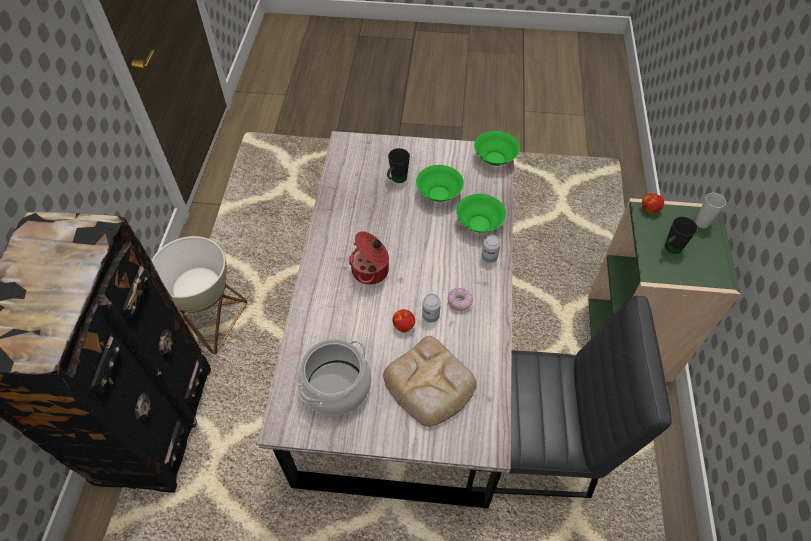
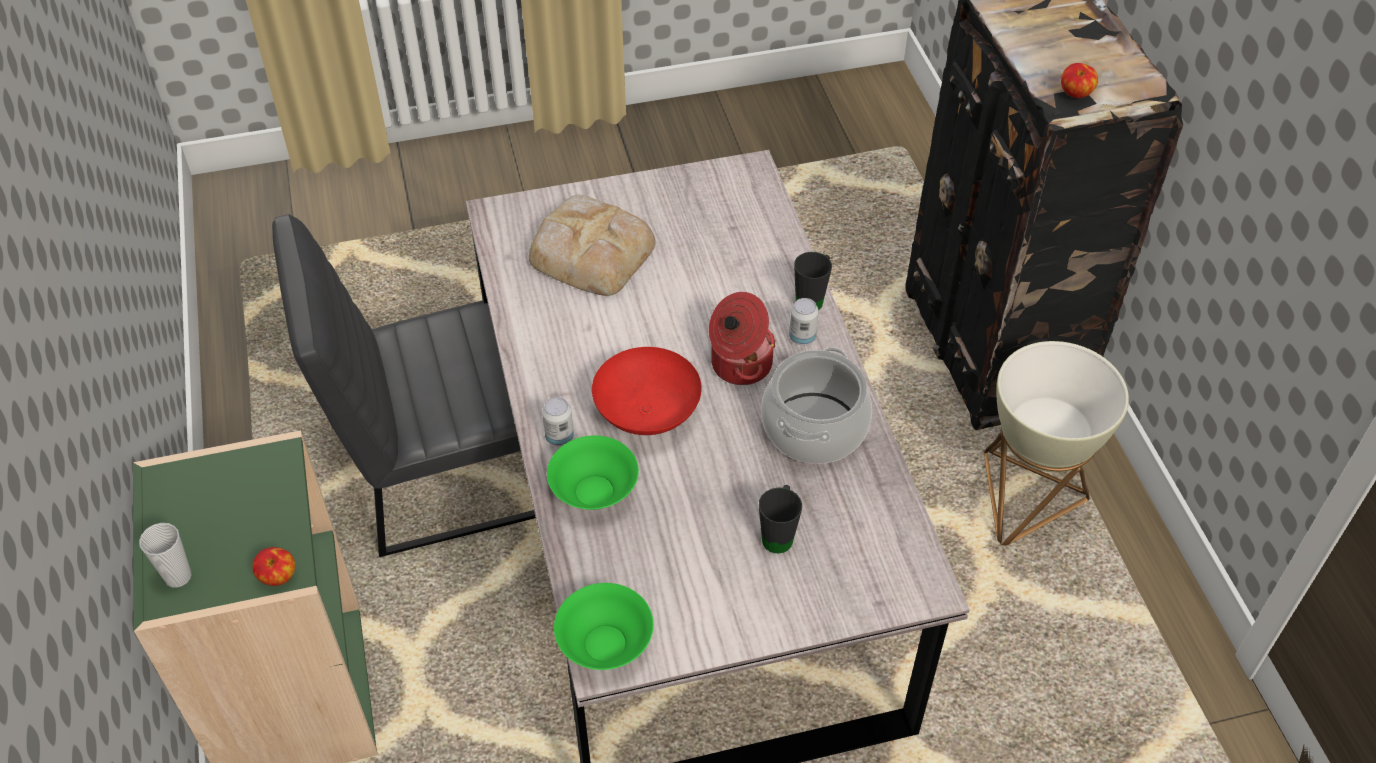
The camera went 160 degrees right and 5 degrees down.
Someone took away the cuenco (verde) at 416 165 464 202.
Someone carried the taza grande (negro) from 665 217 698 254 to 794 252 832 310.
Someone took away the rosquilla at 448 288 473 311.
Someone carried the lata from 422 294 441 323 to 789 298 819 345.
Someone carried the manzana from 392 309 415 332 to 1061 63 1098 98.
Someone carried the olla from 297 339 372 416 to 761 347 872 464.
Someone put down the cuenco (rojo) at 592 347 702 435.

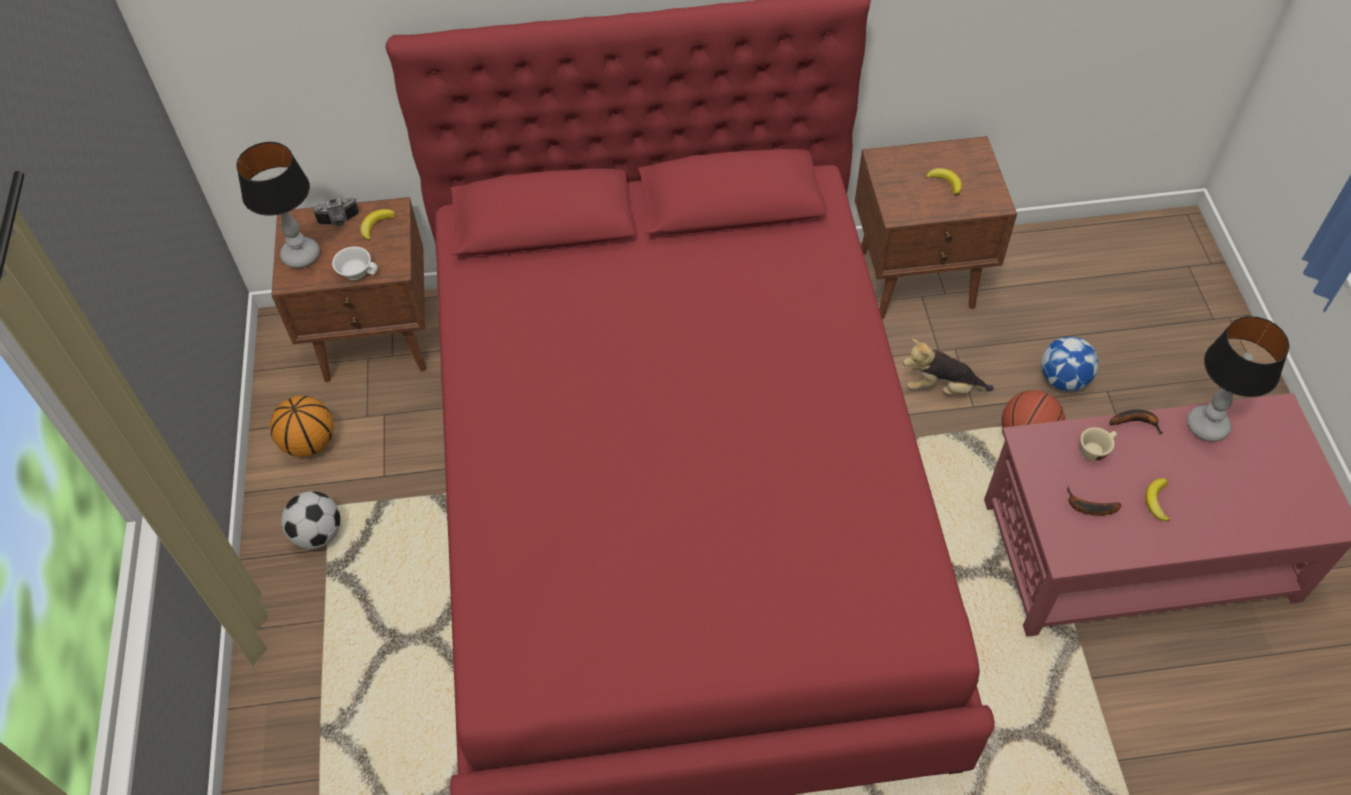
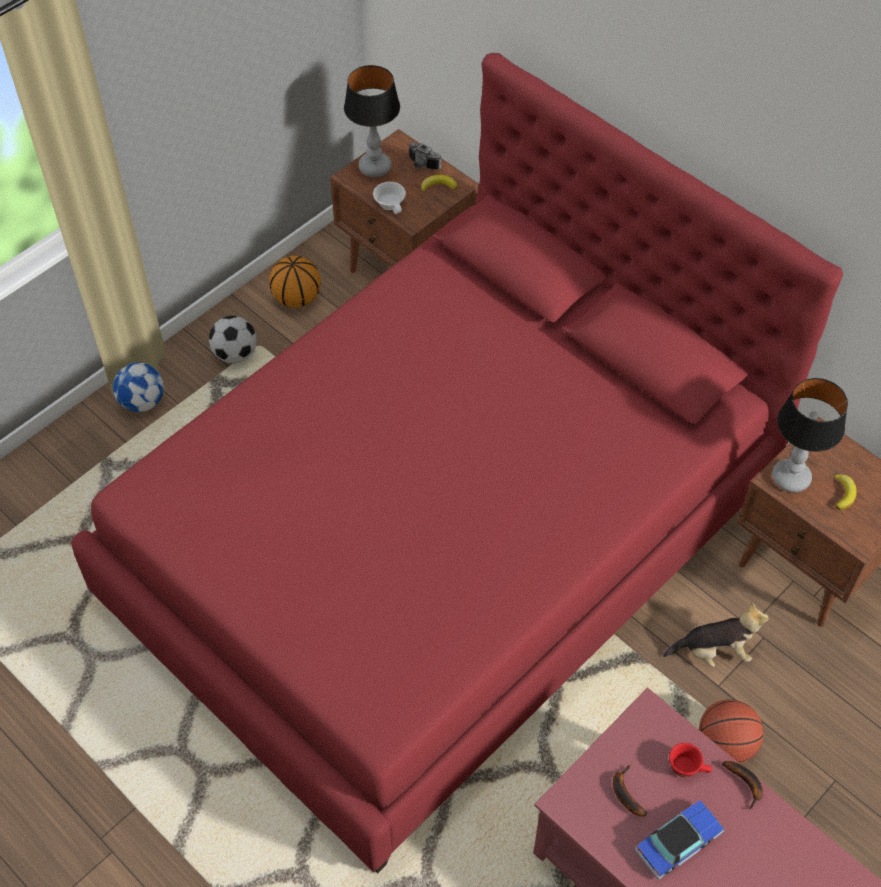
The camera went 50 degrees right and 0 degrees up.
Someone carried the lámpara de mesa from 1187 316 1290 442 to 772 378 848 493.
Someone carried the balón de fútbol from 1041 337 1099 391 to 113 362 164 412.
Someone rotated the peluche at 903 339 994 394 by 120 degrees clockwise.
Someone repainted the taza (beis) at 1080 427 1117 461, which became the taza (rojo) at 669 743 712 777.
Someone swapped the plátano at 1145 478 1170 522 for the coche de juguete at 634 800 724 880.

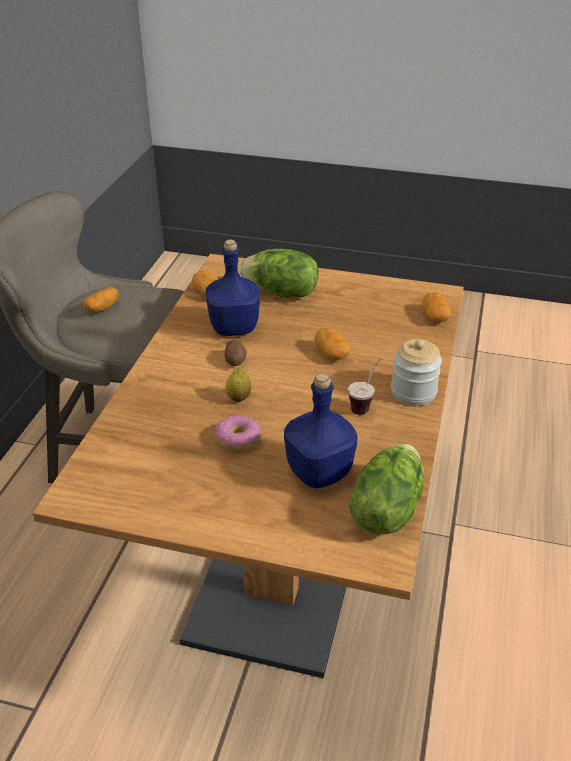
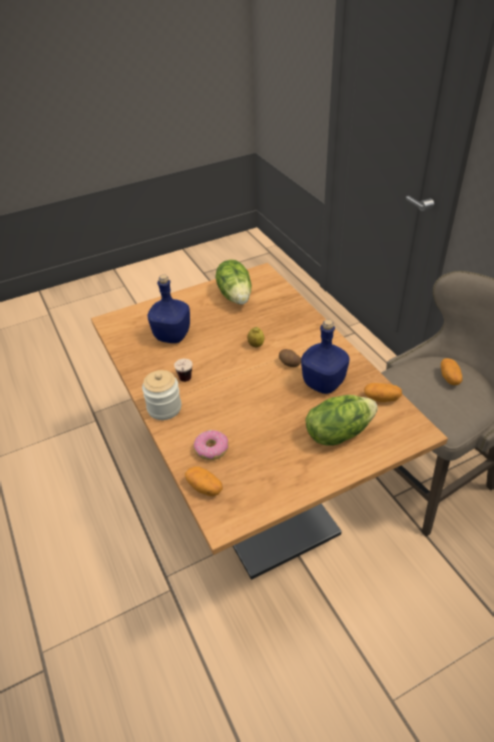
The camera went 140 degrees right and 5 degrees up.
Someone took away the patata at 314 328 350 360.
Someone carried the rosquilla from 215 415 261 451 to 194 430 228 460.
Someone carried the lechuga from 349 444 424 535 to 216 260 251 305.

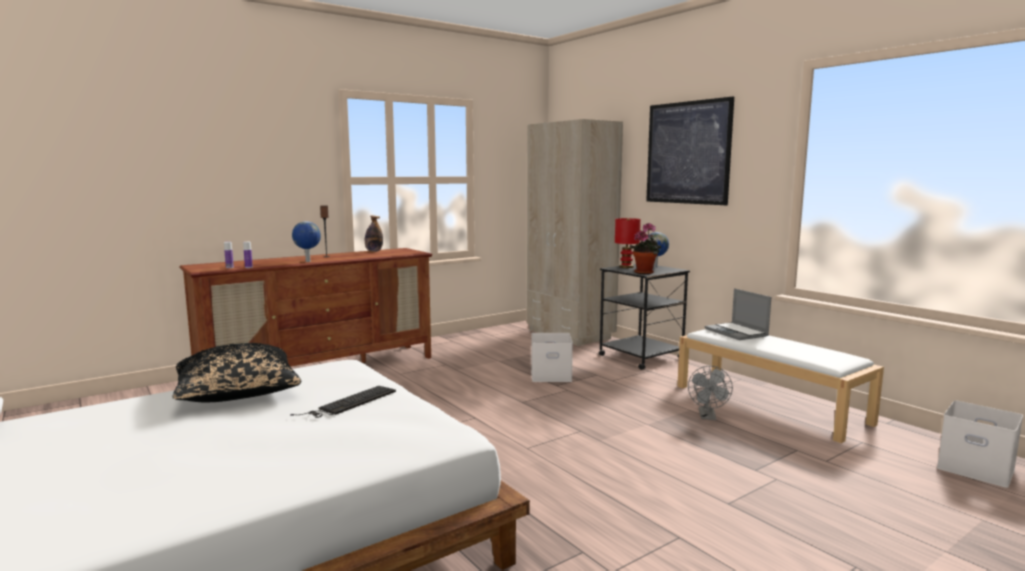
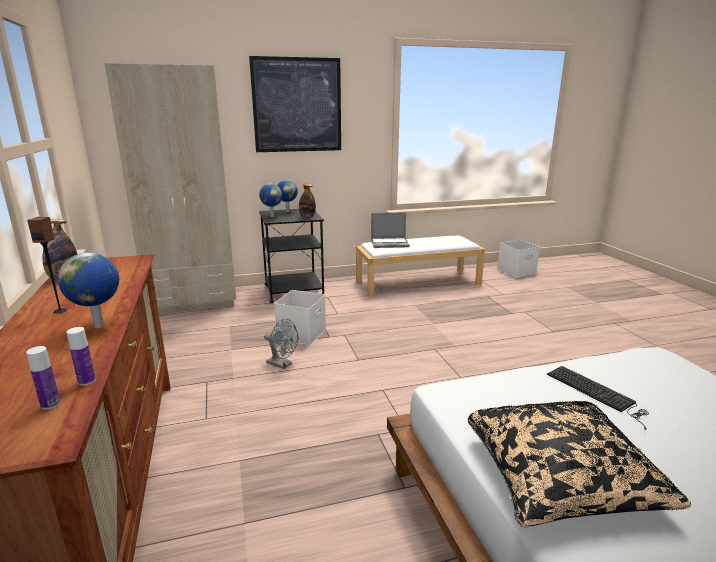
The camera went 70 degrees left and 10 degrees up.
Someone swapped the lámpara de mesa (rojo) at 615 218 641 268 for the globo terráqueo at 259 183 283 217.
Someone swapped the planta en maceta at 630 223 661 274 for the botella at 299 183 316 218.
Someone carried the ventilador (gris) from 688 366 733 420 to 264 319 299 369.

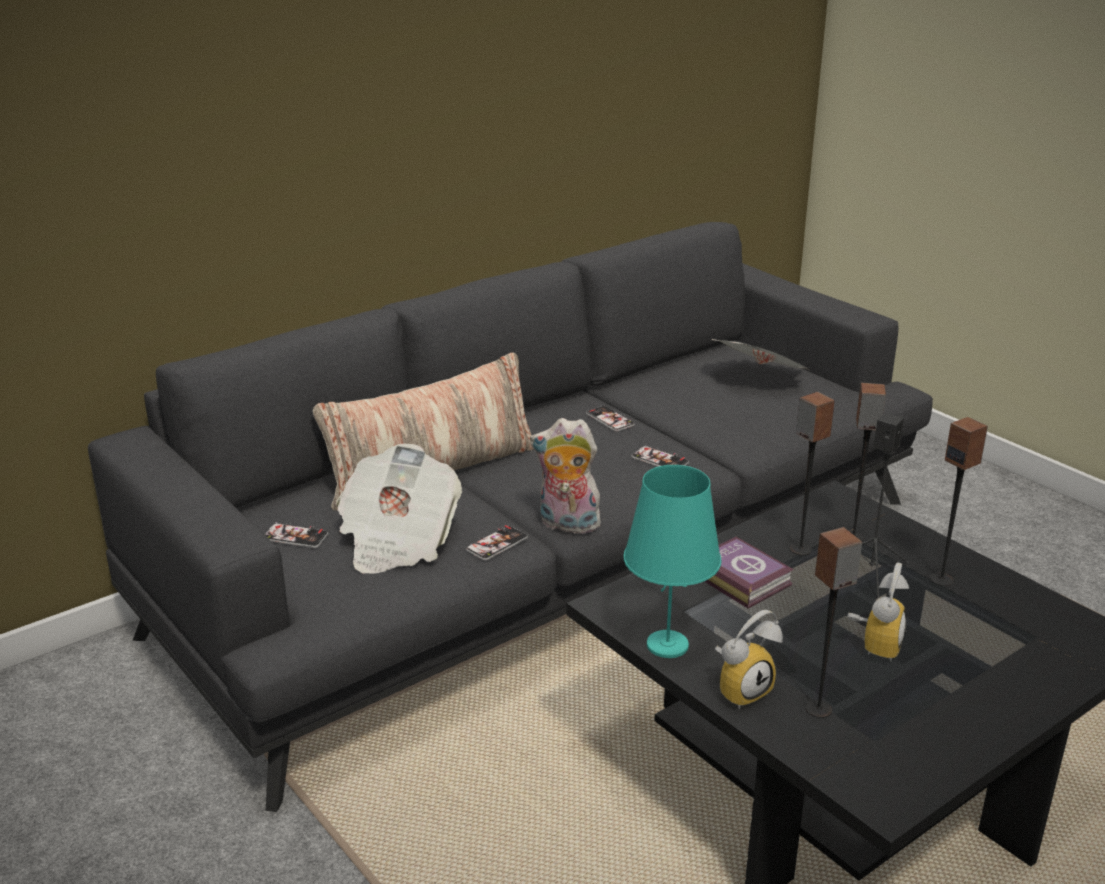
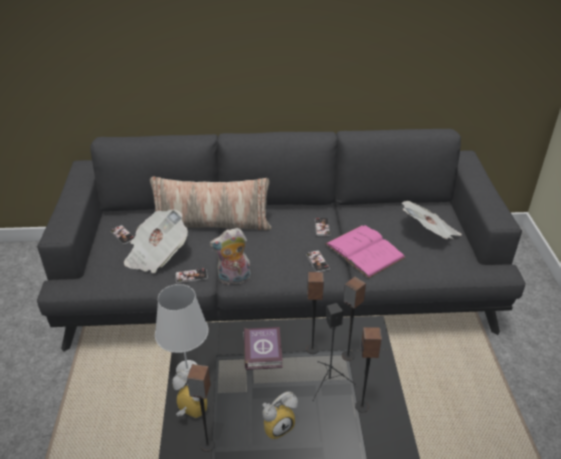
The camera went 35 degrees right and 10 degrees up.
Someone rotated the peluche at 530 418 603 534 by 60 degrees counterclockwise.
Someone repainted the lámpara de mesa (turquesa) at 623 465 722 658, which became the lámpara de mesa (blanco) at 155 284 209 376.
Someone rotated the despertador at 715 610 783 709 by 150 degrees counterclockwise.
Someone put down the libro (rosa) at 325 225 406 278.

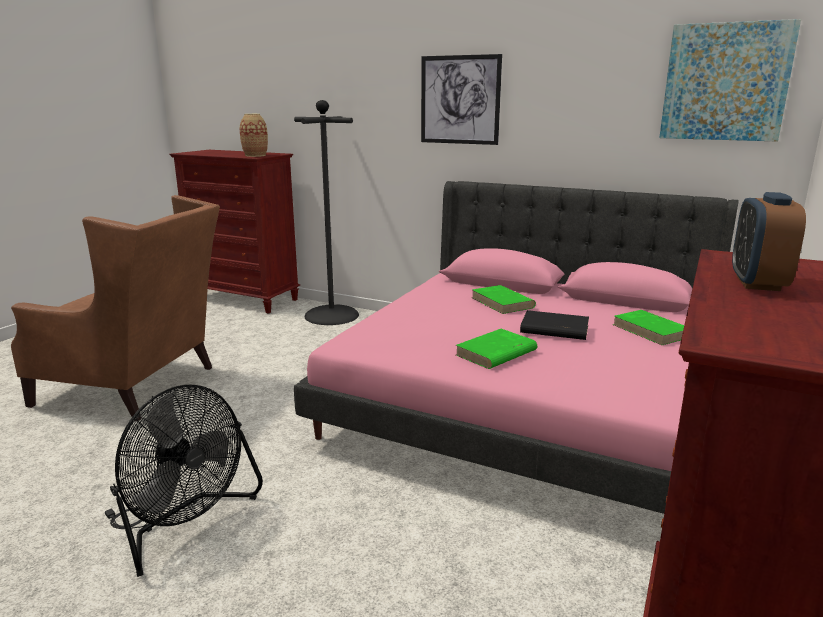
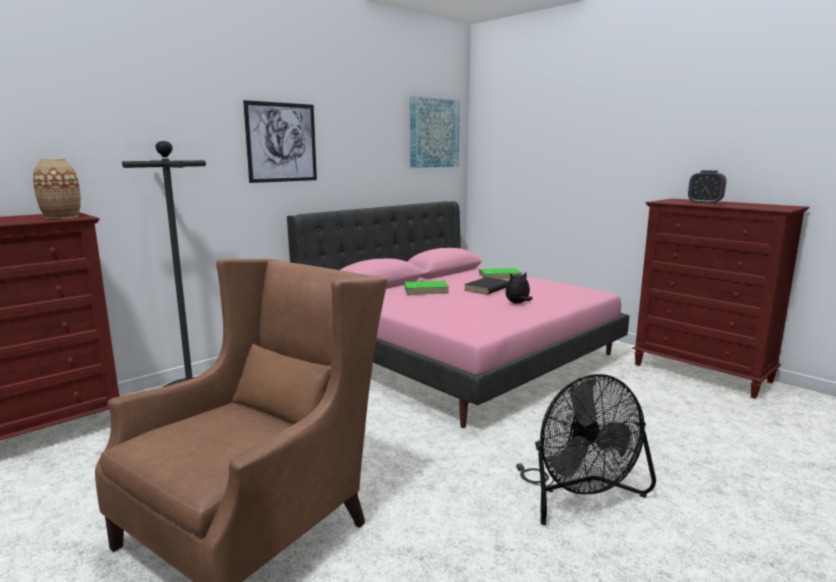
The camera went 70 degrees left and 5 degrees down.
Someone swapped the libro (verde) at 456 329 537 369 for the peluche at 505 272 532 304.
Someone rotated the ventilador (negro) at 105 385 263 577 by 105 degrees clockwise.

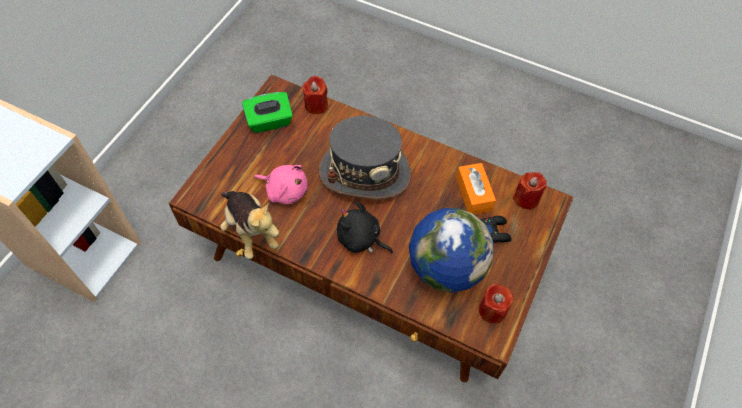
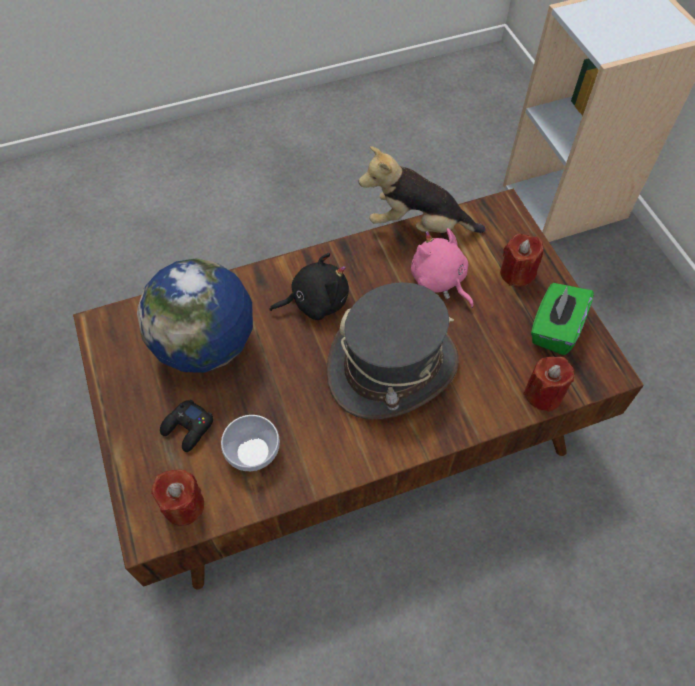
The camera went 135 degrees right and 0 degrees up.
Someone swapped the caja de pañuelos (naranja) at 456 163 496 214 for the cuenco at 221 415 280 471.
Someone rotated the peluche (rosa) at 254 165 308 204 by 75 degrees clockwise.
Someone carried the vela (rojo) from 479 283 513 324 to 500 234 544 287.

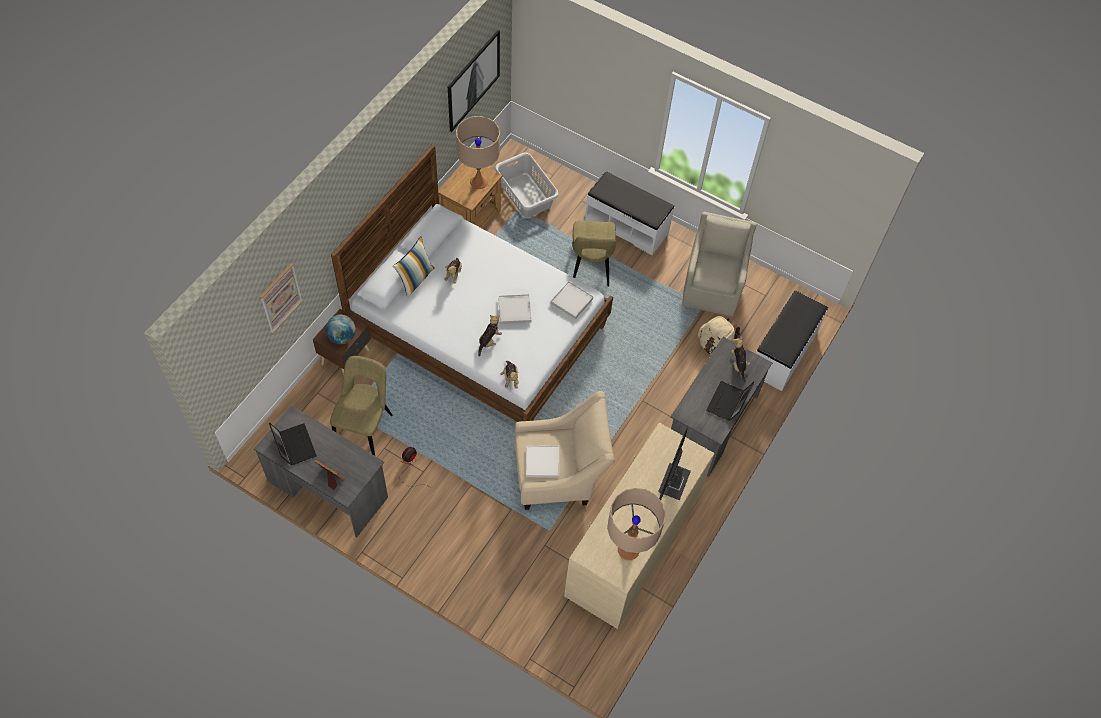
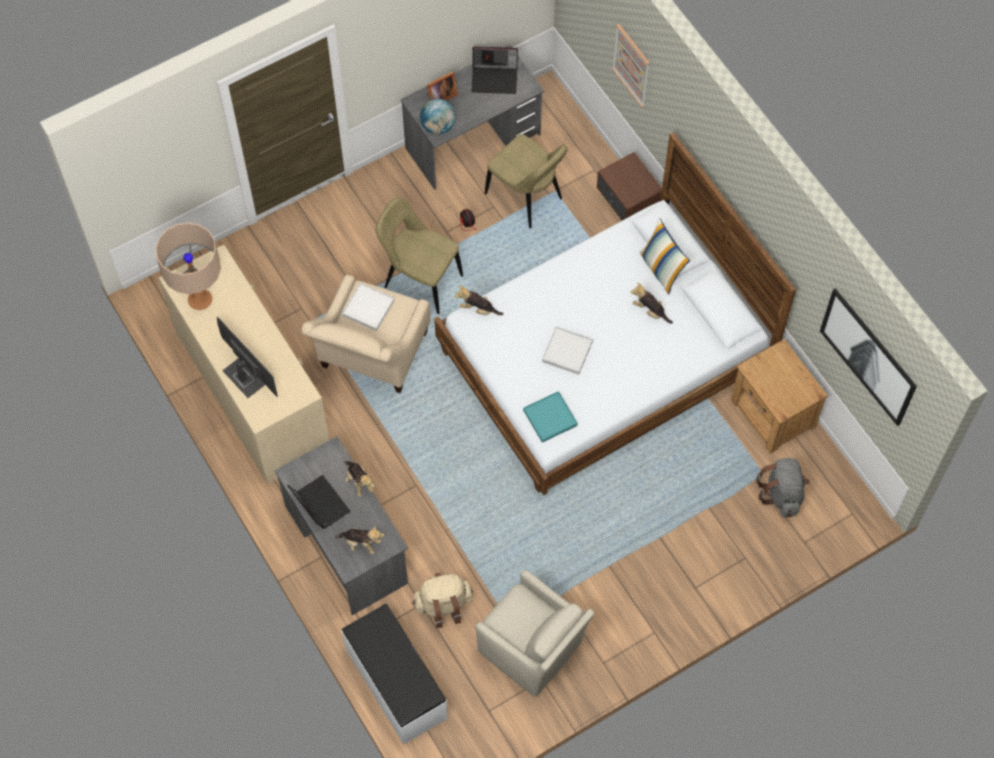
The camera went 120 degrees right and 5 degrees up.
Someone took away the lámpara de mesa (beis) at 456 116 500 189.
Someone swapped the cesto de la ropa (gris) at 495 152 559 218 for the mochila (gris) at 756 458 810 517.
Someone took away the banco (blanco) at 585 171 674 255.
Someone carried the silla (beis) from 572 220 616 287 to 375 197 463 314.
Someone repainted the bandeja (blanco) at 551 281 594 319, which became the bandeja (turquesa) at 523 391 578 443.
Someone carried the globo terráqueo from 326 315 356 344 to 420 99 456 135.
Someone carried the peluche from 478 315 502 357 to 344 461 375 497.

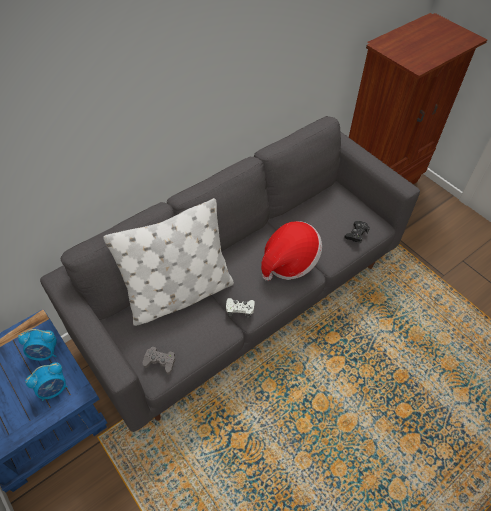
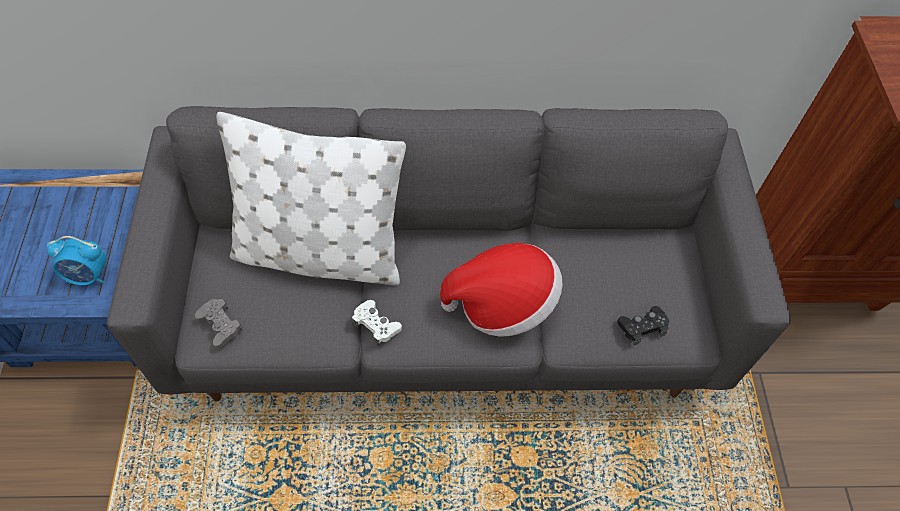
The camera went 35 degrees right and 5 degrees up.
Someone took away the despertador at 18 329 57 361.

